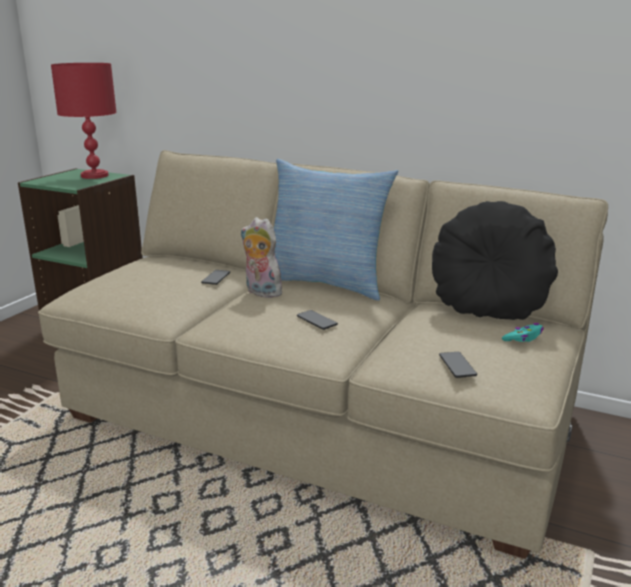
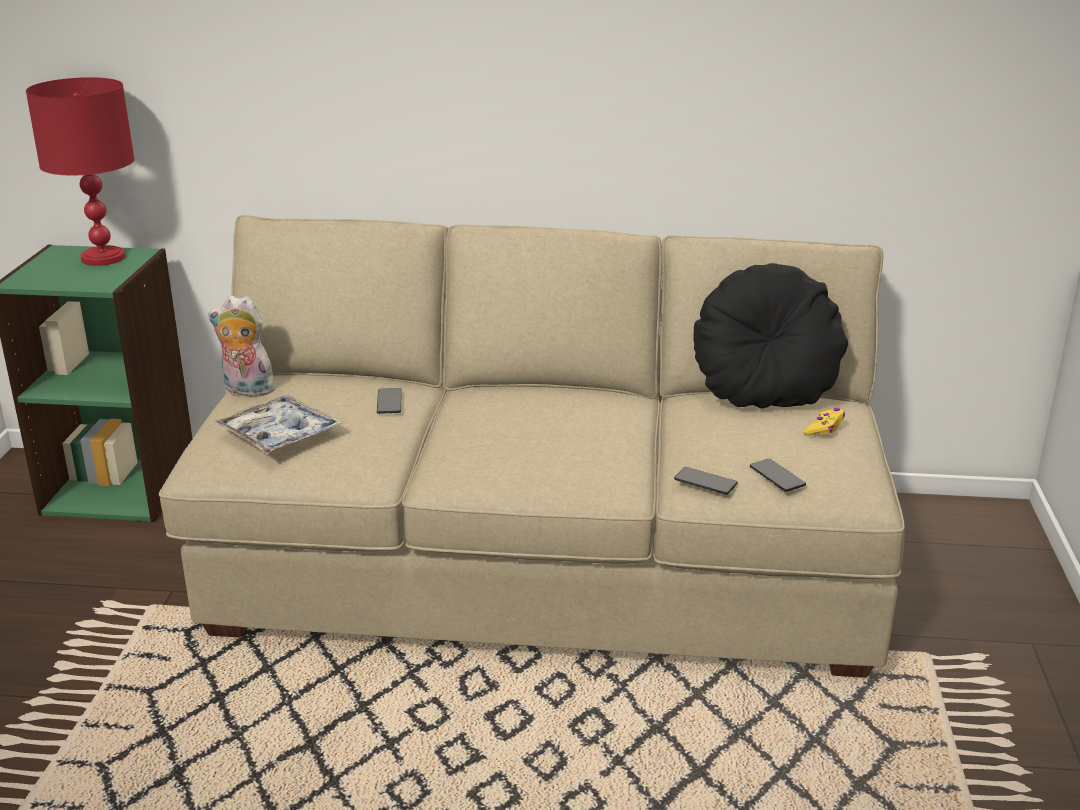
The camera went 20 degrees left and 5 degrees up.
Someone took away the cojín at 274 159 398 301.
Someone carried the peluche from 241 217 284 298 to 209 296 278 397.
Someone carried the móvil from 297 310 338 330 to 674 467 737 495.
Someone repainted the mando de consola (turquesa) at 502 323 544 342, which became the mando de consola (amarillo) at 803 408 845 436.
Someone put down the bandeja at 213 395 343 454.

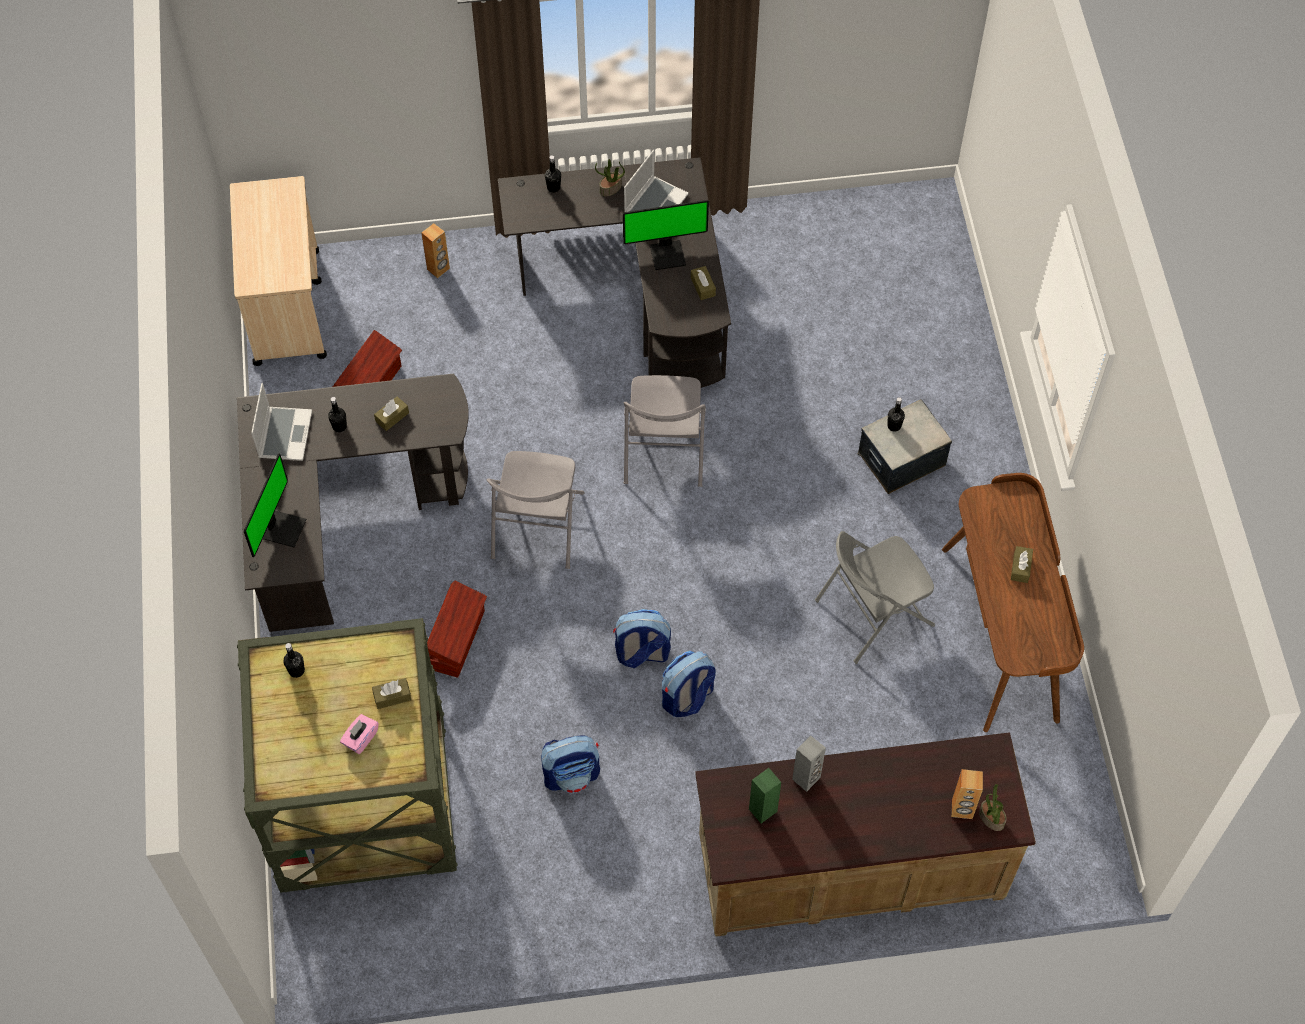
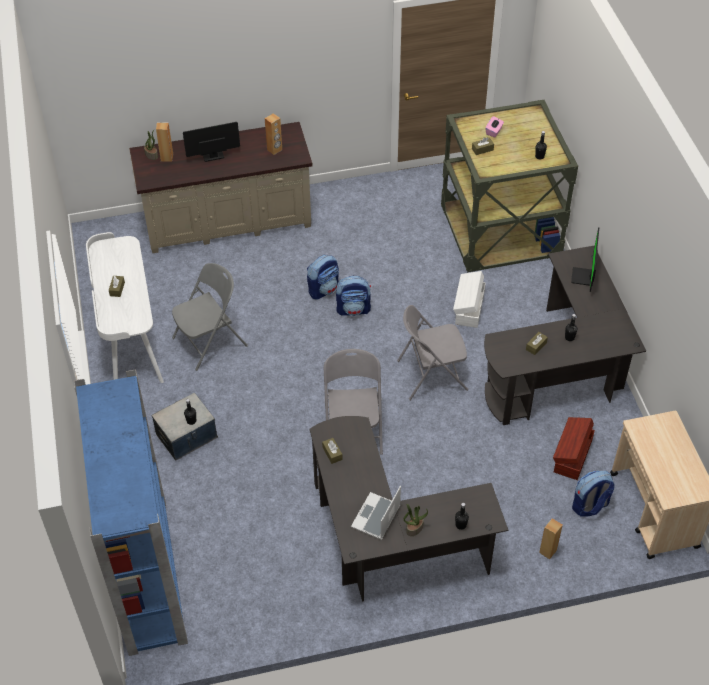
The camera went 175 degrees right and 10 degrees down.
Someone carried the monitor from 623 200 709 270 to 183 122 240 162.
Someone took away the portátil at 251 383 312 461.
Someone rotated the silla (gris) at 486 451 585 569 by 105 degrees counterclockwise.
Someone repainted the escritorio (marrón) at 942 473 1084 732, which became the escritorio (blanco) at 86 232 164 383.
Someone repainted the caja de almacenaje (marrón) at 427 581 487 678, which became the caja de almacenaje (blanco) at 453 271 486 328.
Someone carried the mochila from 541 735 600 793 to 572 471 615 517.
Someone took away the altavoz (gris) at 792 735 826 792.
Someone repainted the altavoz (verde) at 749 768 781 823, which became the altavoz (marrón) at 265 114 282 155.
Someone put down the estantería (azul) at 74 369 188 656.

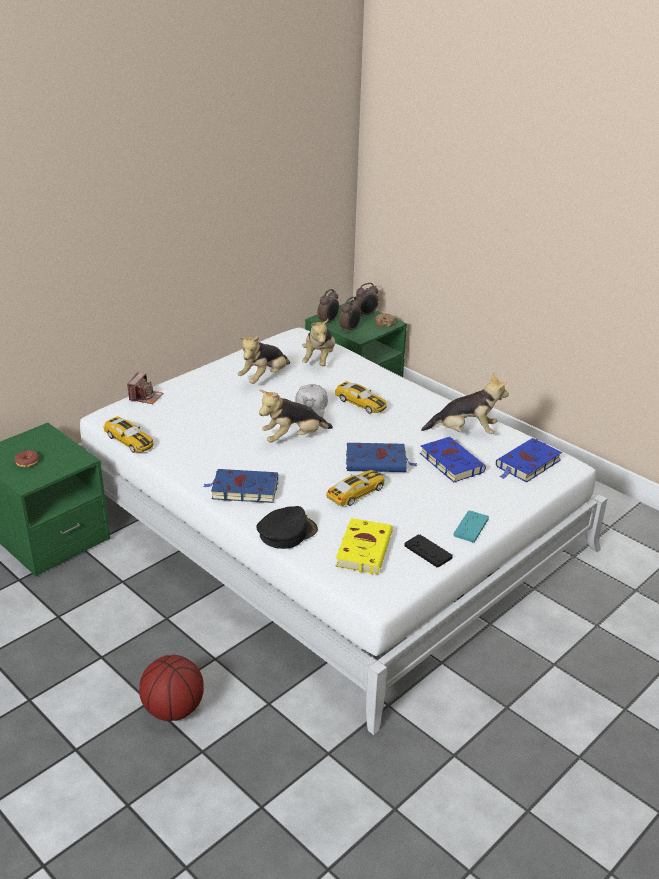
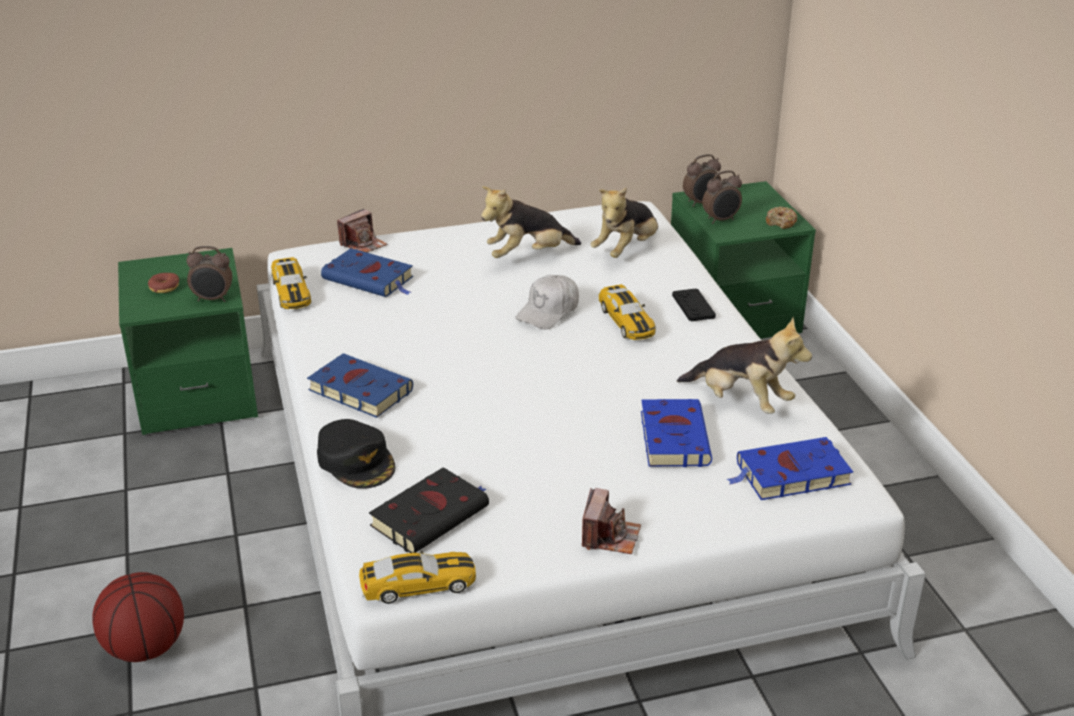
The camera went 30 degrees right and 0 degrees up.
Someone carried the despertador from 354 283 379 316 to 186 246 232 302.
Someone took away the peluche at 259 390 333 443.
Someone carried the libro (azul) from 346 443 417 472 to 321 248 413 297.
Someone carried the coche de juguete from 326 470 384 506 to 359 550 476 604.
Someone rotated the gorra (negro) at 256 506 318 549 by 60 degrees clockwise.
Someone swapped the mando de consola (turquesa) at 453 510 489 542 for the cámara at 582 488 641 554.
Someone repainted the libro (amarillo) at 336 518 393 574, which became the libro (negro) at 369 467 489 553.
Someone carried the mando de consola (negro) from 405 534 453 568 to 672 288 716 321.

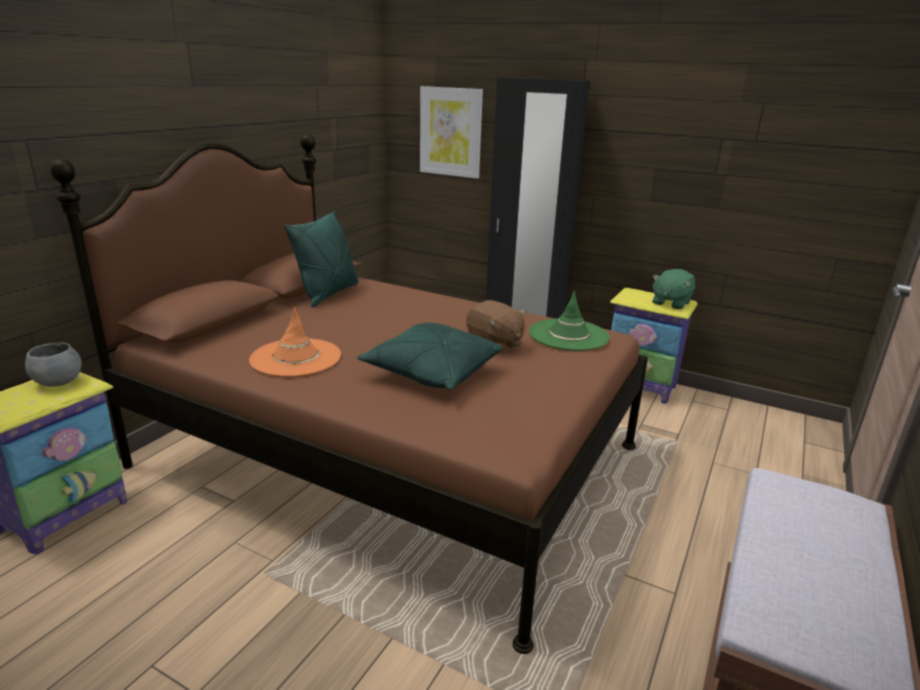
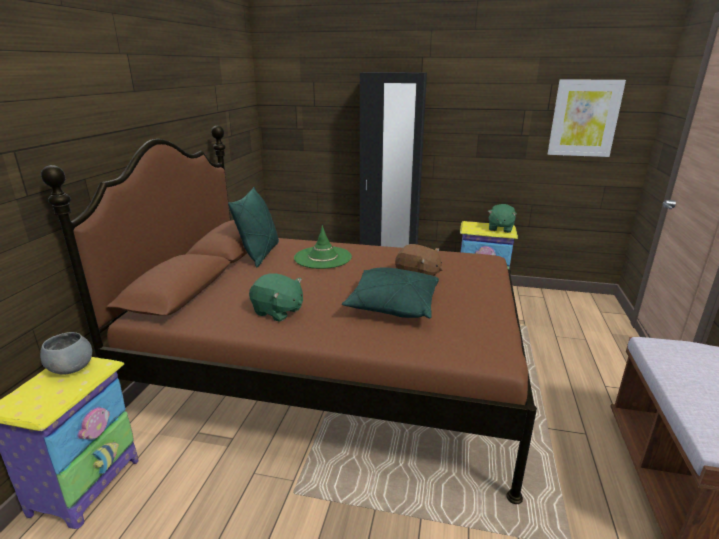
The camera went 15 degrees left and 0 degrees up.
Someone carried the cuadro from 420 86 483 178 to 548 79 626 157.
Someone carried the sombrero (verde) from 529 290 609 351 to 294 225 352 269.
Someone swapped the sombrero (naranja) at 249 307 341 377 for the peluche (verde) at 249 273 303 322.

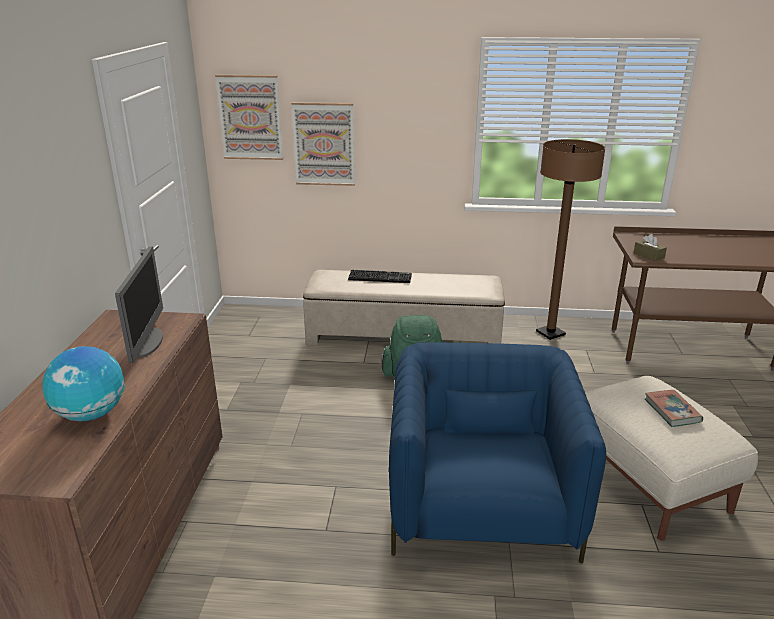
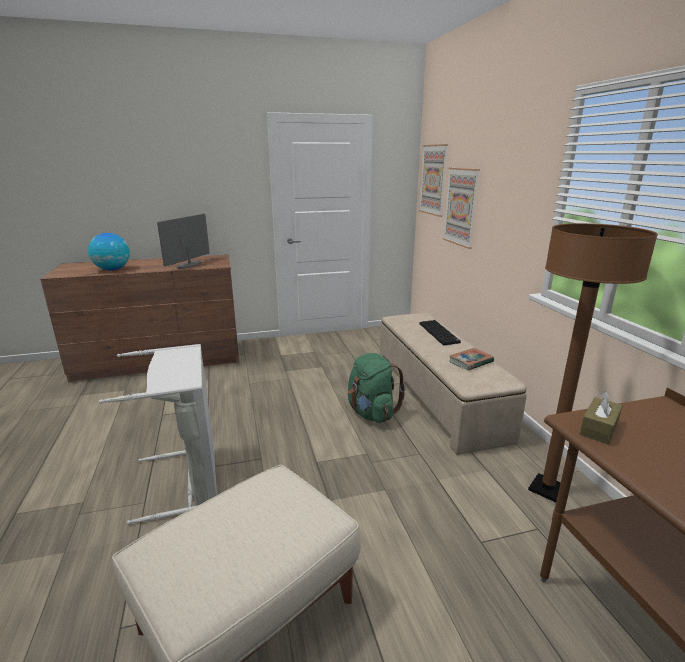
The camera went 70 degrees right and 5 degrees down.
Someone rotated the monitor at 115 247 163 363 by 135 degrees clockwise.
Someone swapped the sillón (azul) at 389 342 606 563 for the cesto de la ropa (gris) at 99 344 217 524.
Someone carried the libro from 645 390 703 427 to 449 348 494 370.

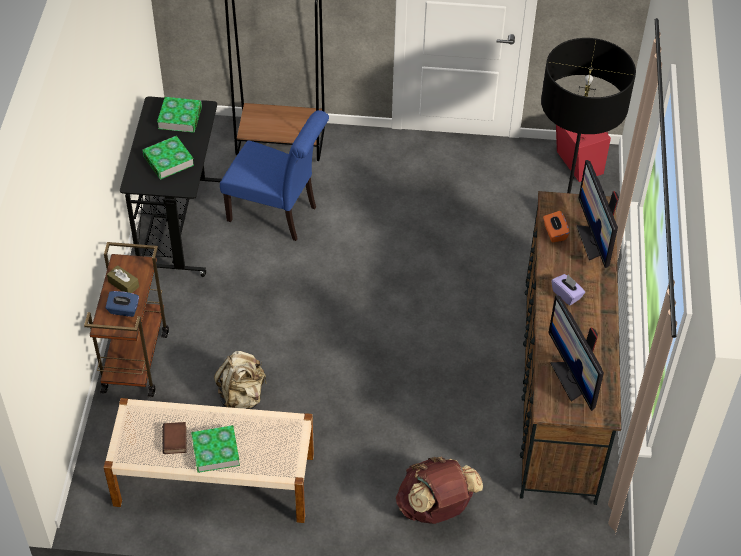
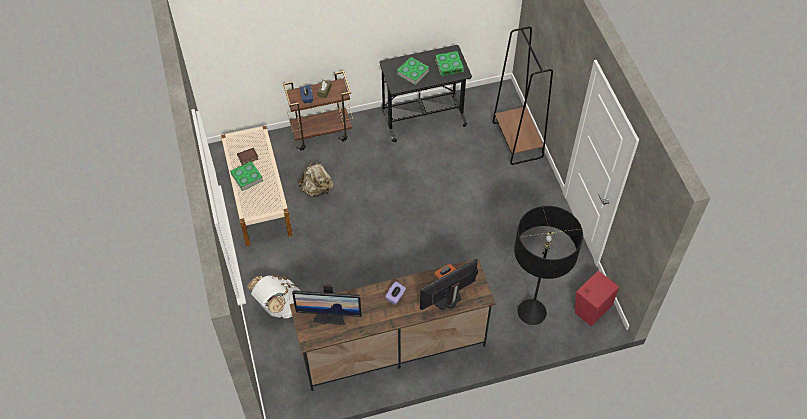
The camera went 70 degrees right and 5 degrees up.
Someone took away the silla (azul) at 220 110 329 241.
Someone rotated the monitor at 549 295 604 411 by 135 degrees counterclockwise.
Someone repainted the mochila (marrón) at 396 456 483 524, which became the mochila (blanco) at 247 275 301 319.

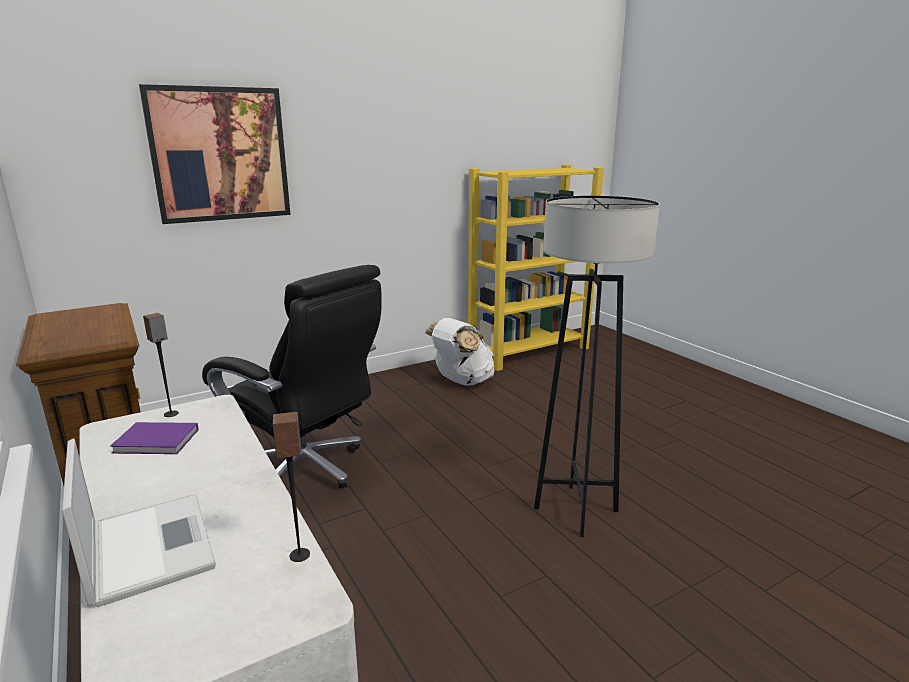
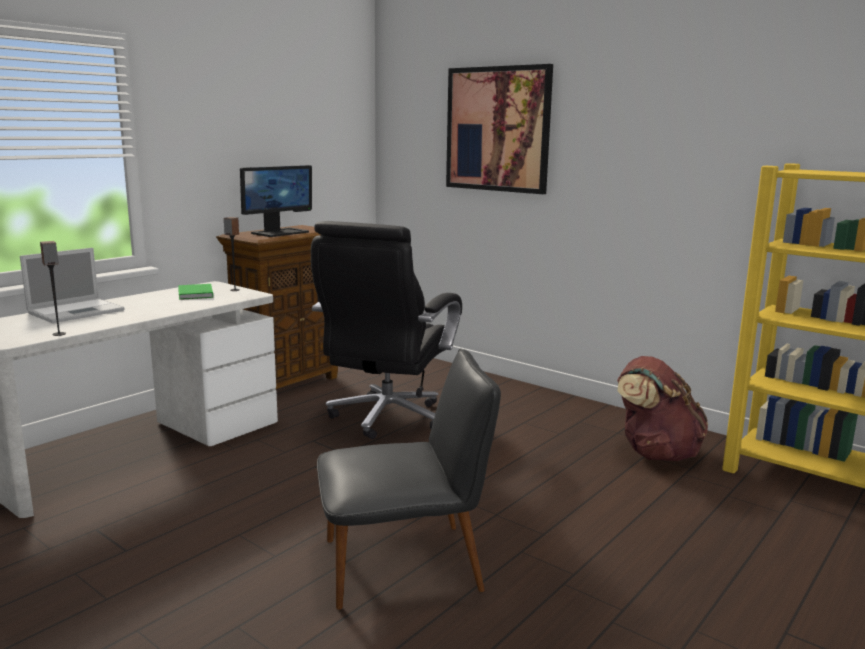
The camera went 70 degrees right and 5 degrees down.
Someone swapped the lámpara de pie (gris) at 534 196 660 537 for the silla (negro) at 317 349 501 610.
Someone repainted the mochila (blanco) at 425 318 495 386, which became the mochila (marrón) at 617 356 708 461.
Someone repainted the libro (morado) at 110 422 199 454, which became the libro (verde) at 179 284 213 300.
Someone put down the monitor at 240 165 312 237.

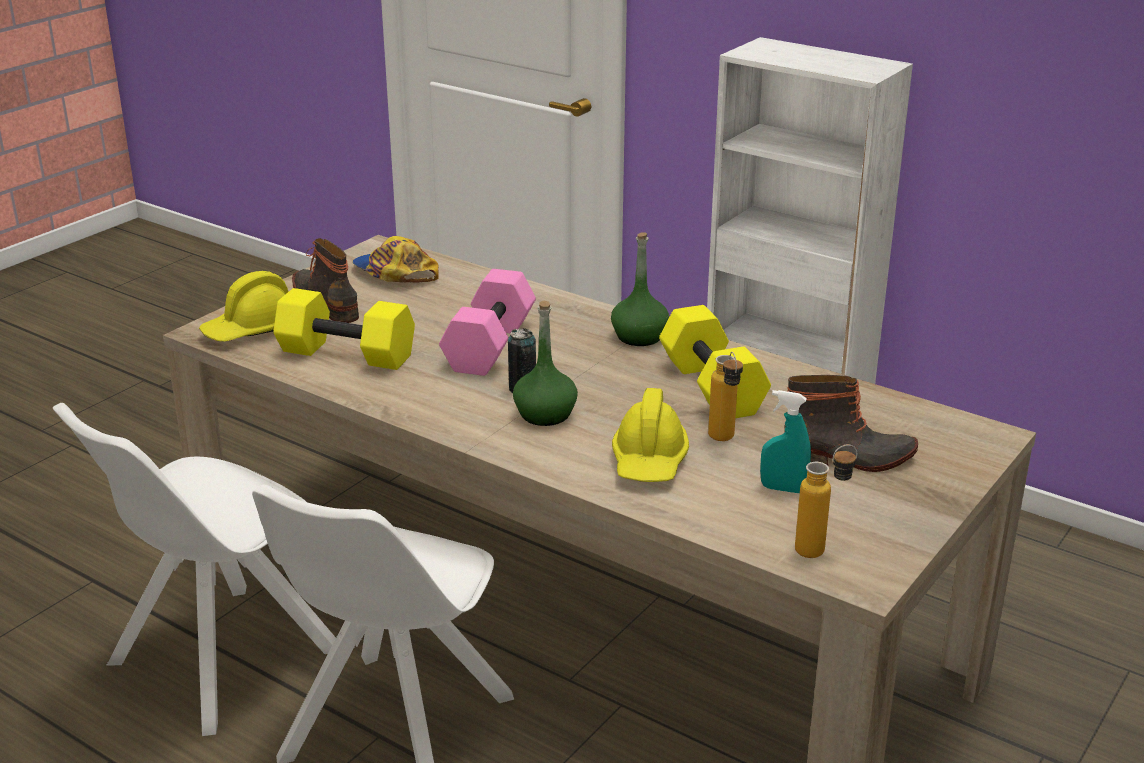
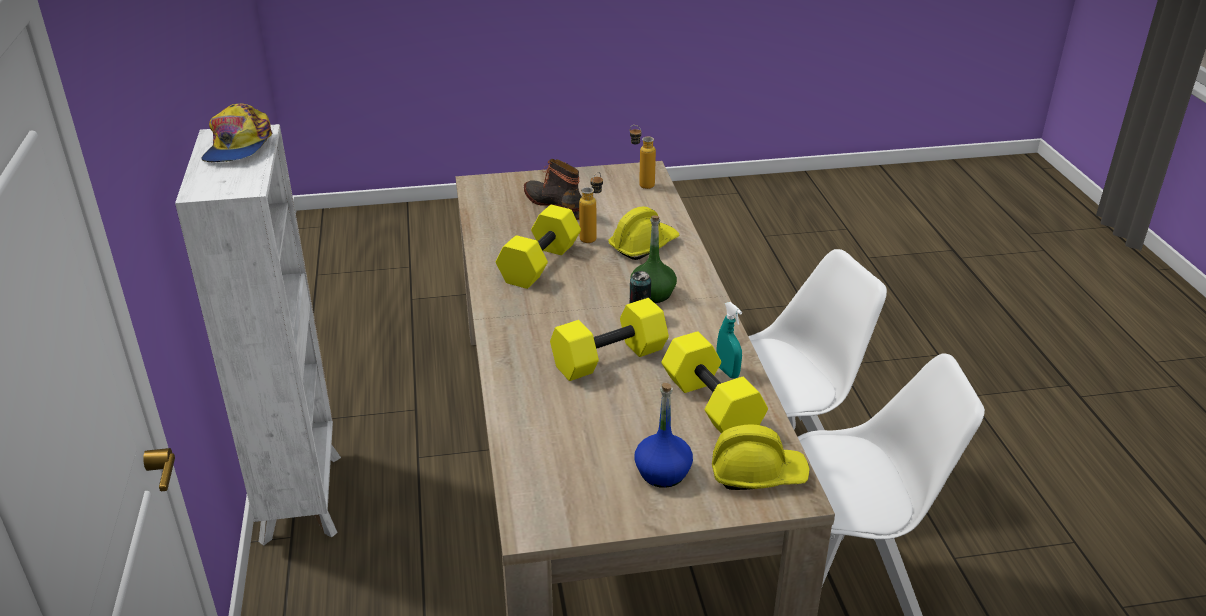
The camera went 135 degrees left and 5 degrees up.
Someone took away the botella (verde) at 611 232 669 346.
Someone carried the gorra from 352 236 439 283 to 201 104 273 162.
Someone swapped the bota at 292 238 359 323 for the botella (azul) at 634 383 693 488.
Someone repainted the mancuerna (rosa) at 439 269 536 376, which became the mancuerna (amarillo) at 550 298 669 381.
Someone carried the pulverizador (turquesa) from 760 390 811 493 to 716 302 742 379.

